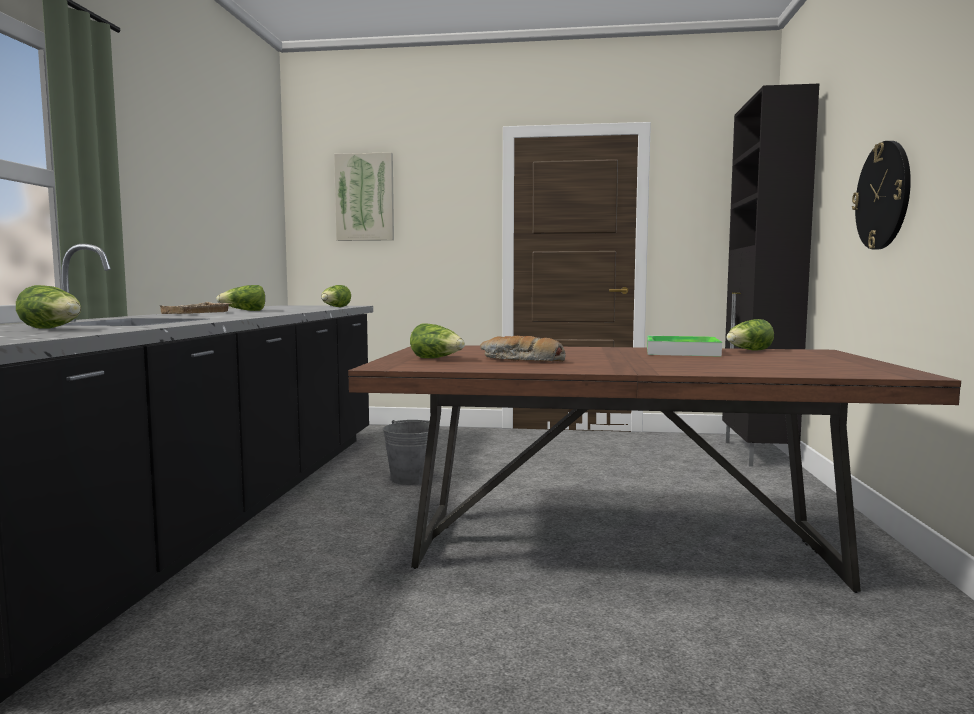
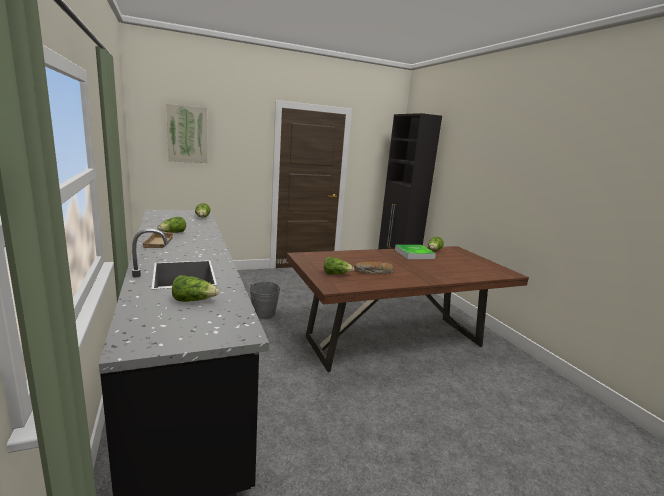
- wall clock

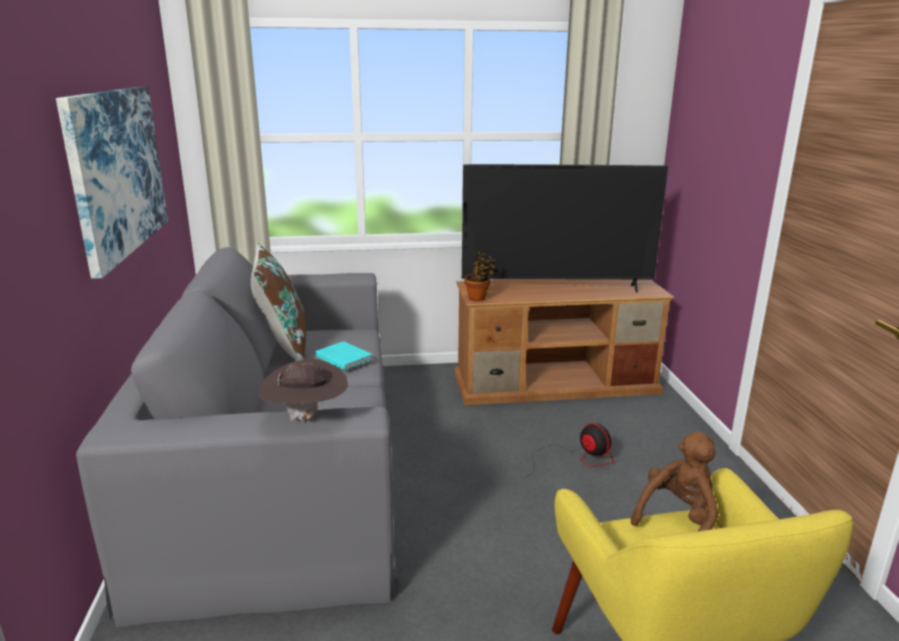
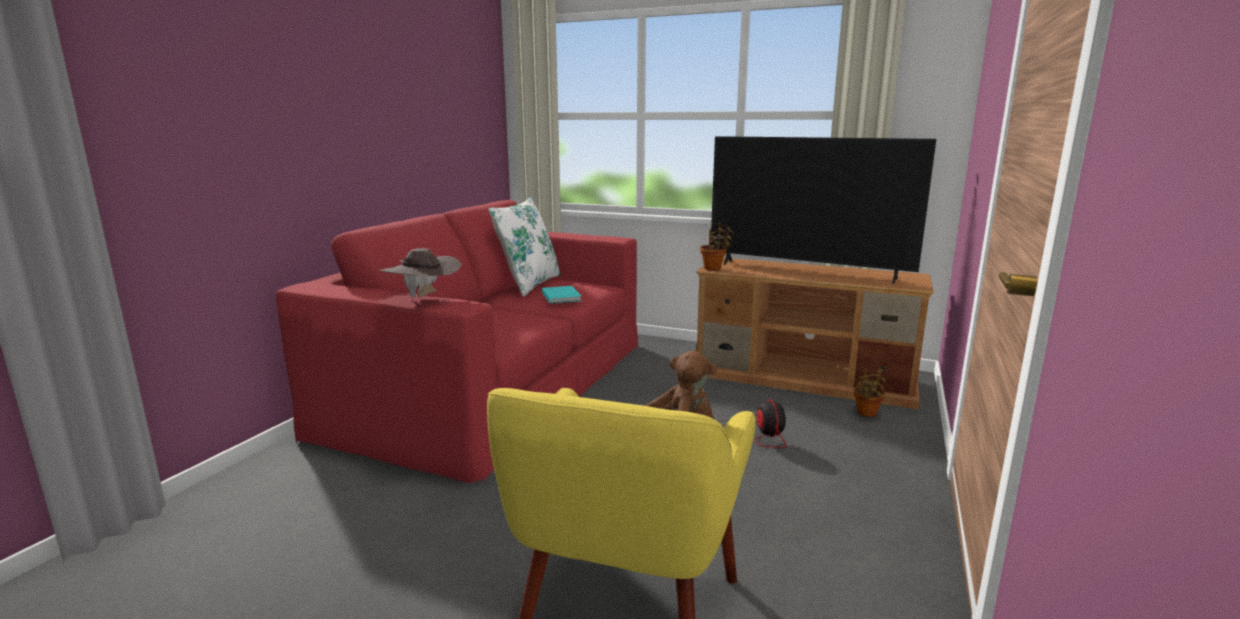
~ greyish settee to red settee
~ brown pillow to white-coloured pillow
+ houseplant (no. 2 from left)
- picture

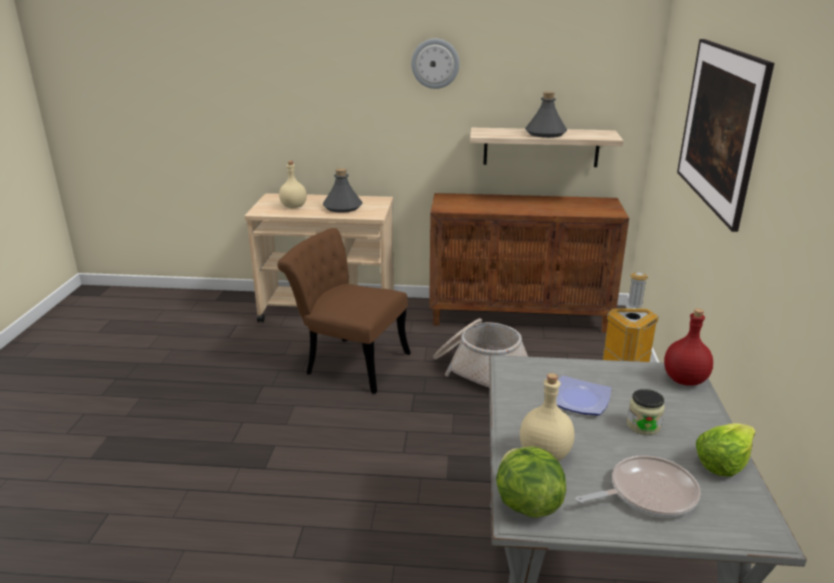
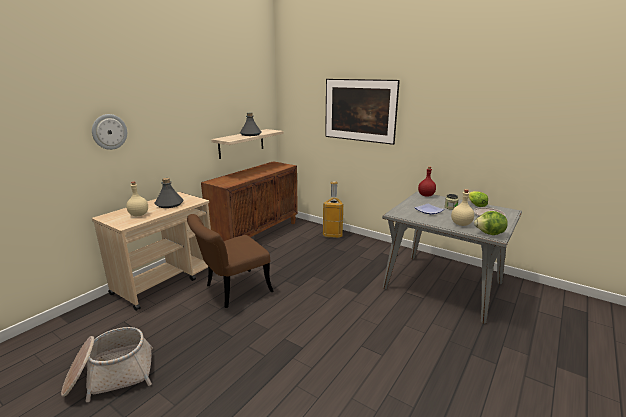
~ basket
~ wall clock

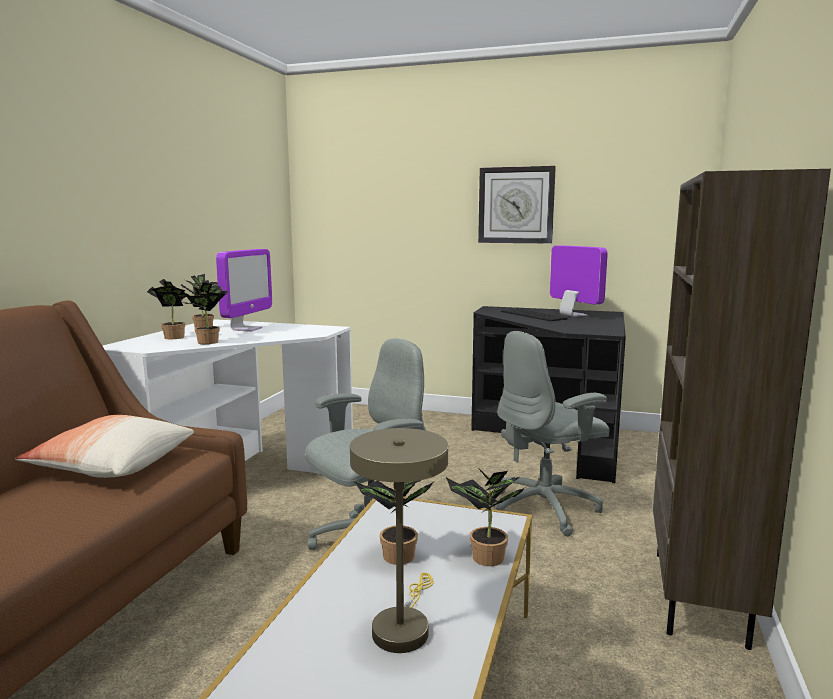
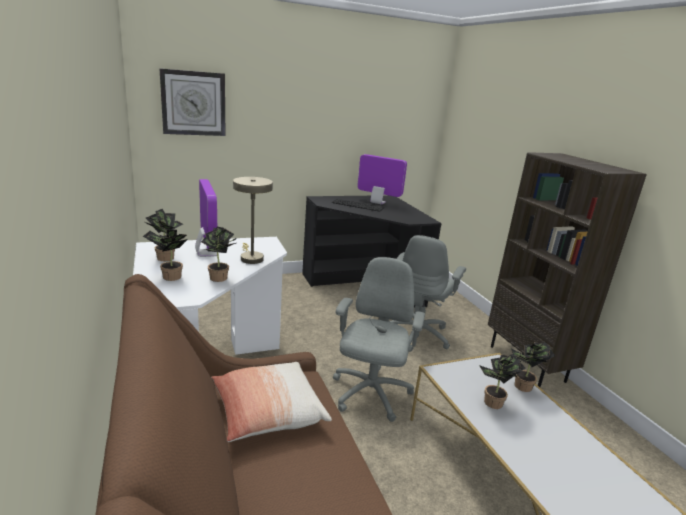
~ wall clock
~ sand-coloured lamp for a table

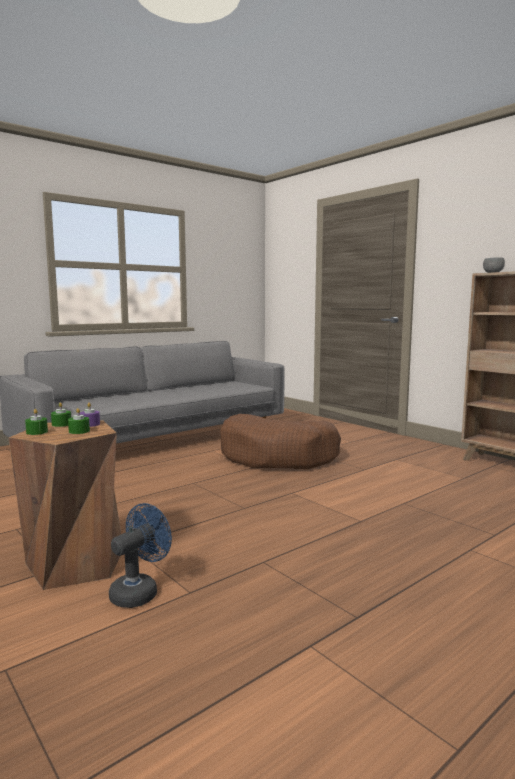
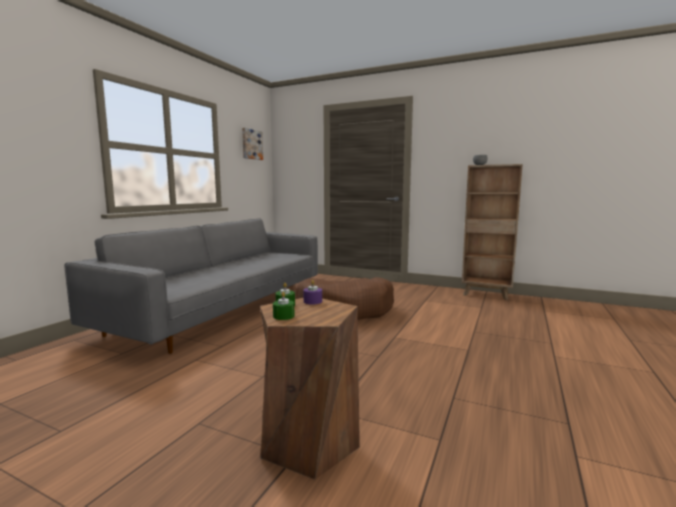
+ picture
- green candle (no. 3 from left)
- blue fan

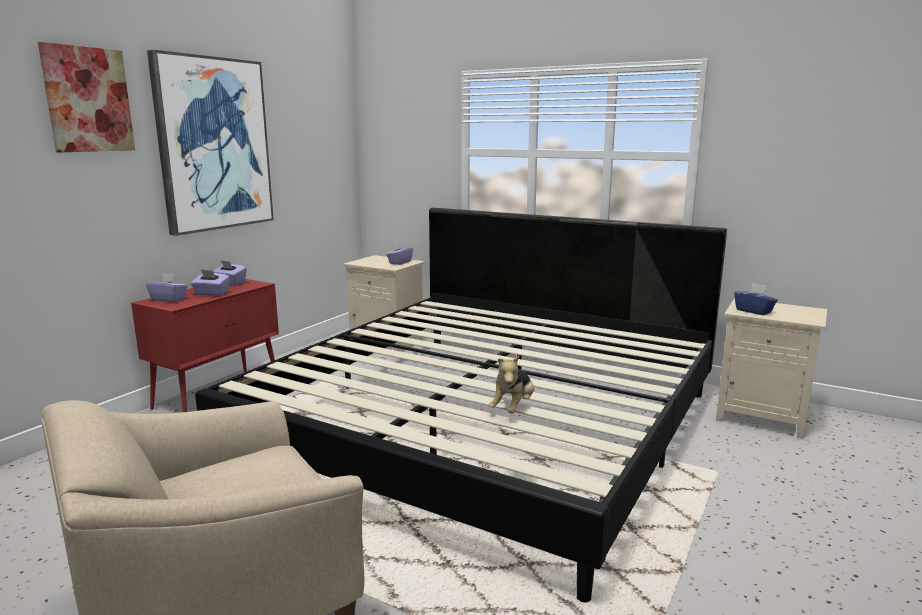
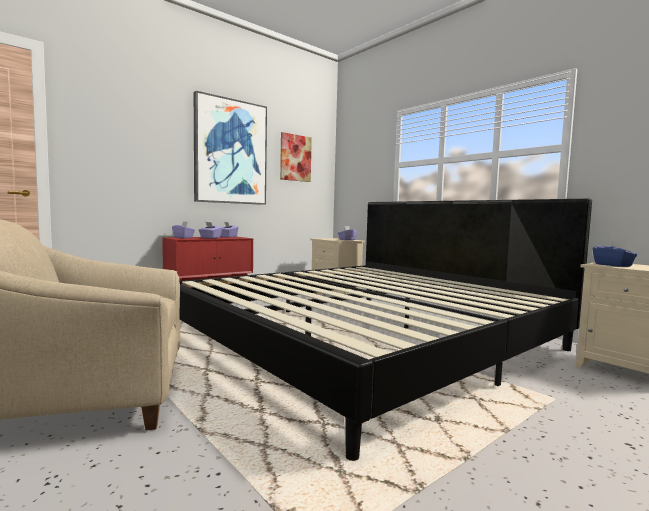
~ picture (no. 1 from left in the first image) to picture (no. 2 from left)
- plush toy

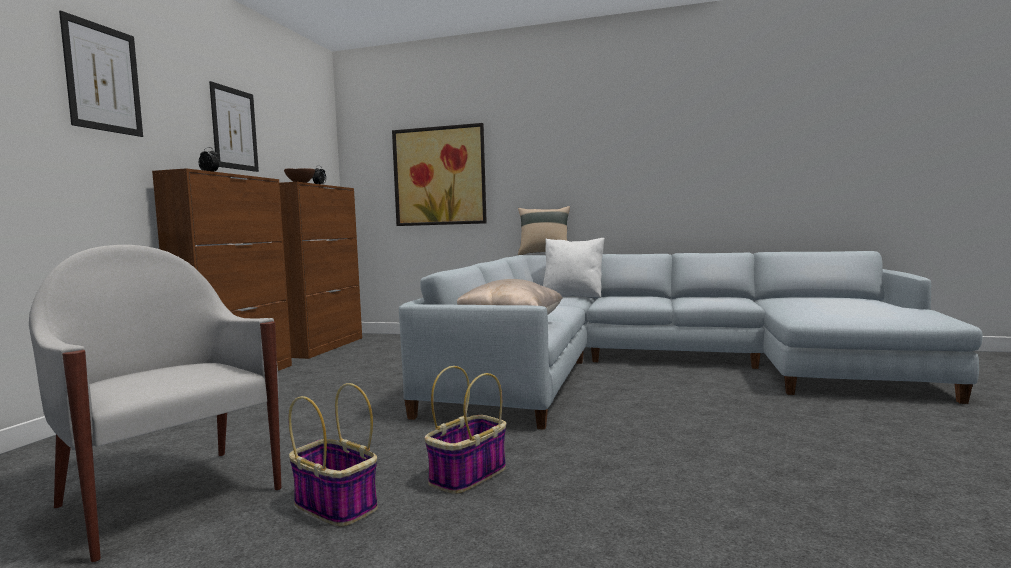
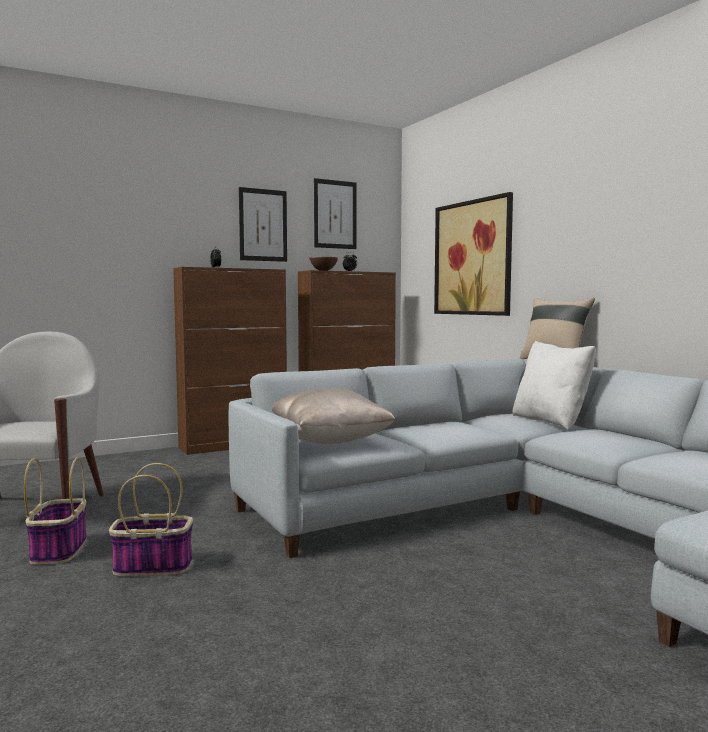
~ picture (no. 1 from left in the first image) to picture (no. 2 from left)

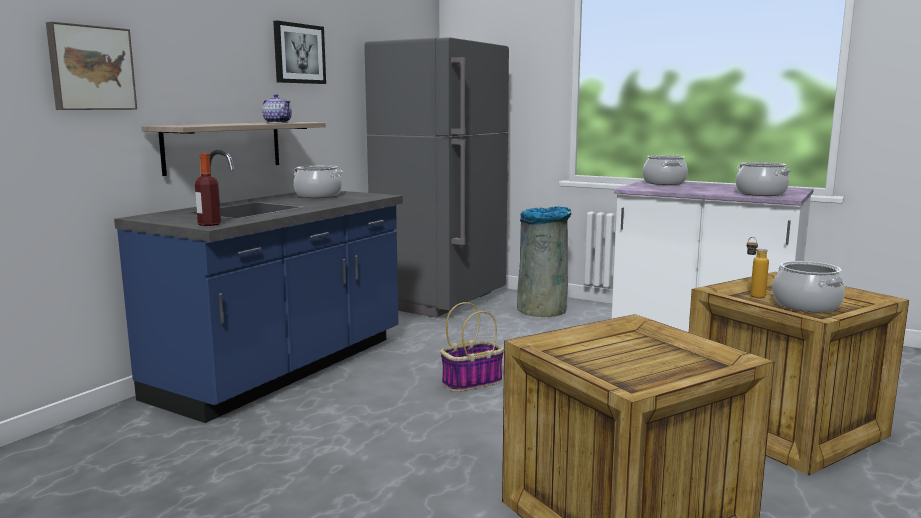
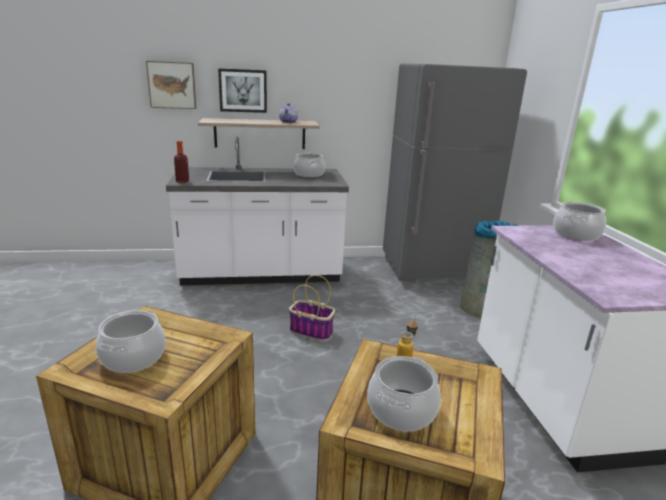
~ stockpot (no. 3 from left in the first image) to stockpot (no. 1 from left)
~ blue kitchen base unit to white-coloured kitchen base unit (no. 1 from left)
~ picture (no. 2 from left)

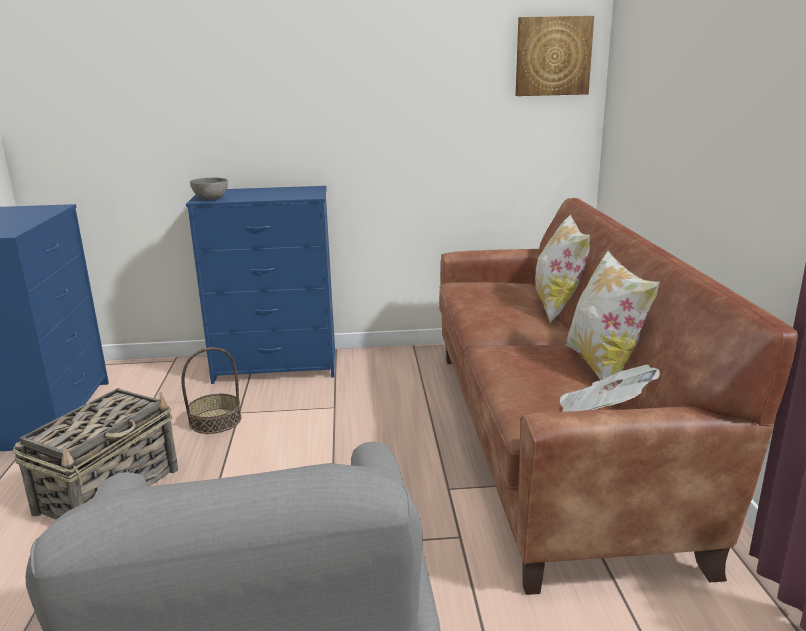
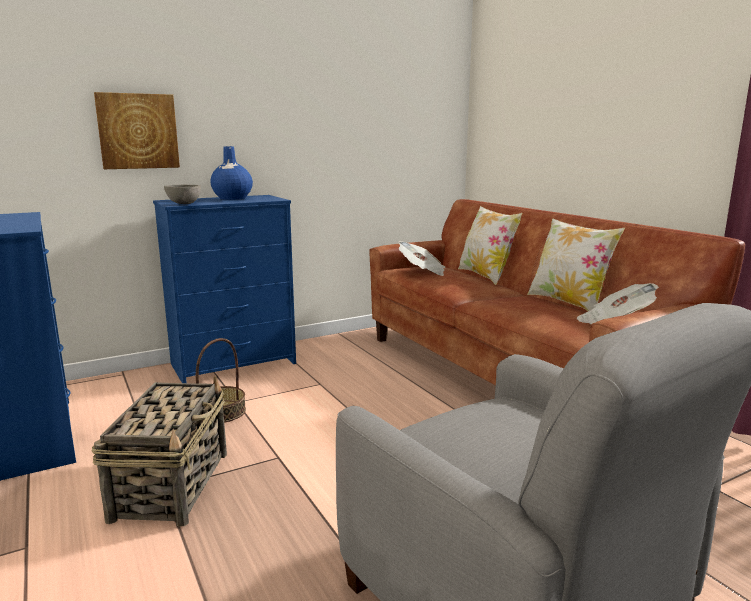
~ picture
+ blue flower vase
+ newspaper (no. 1 from left)

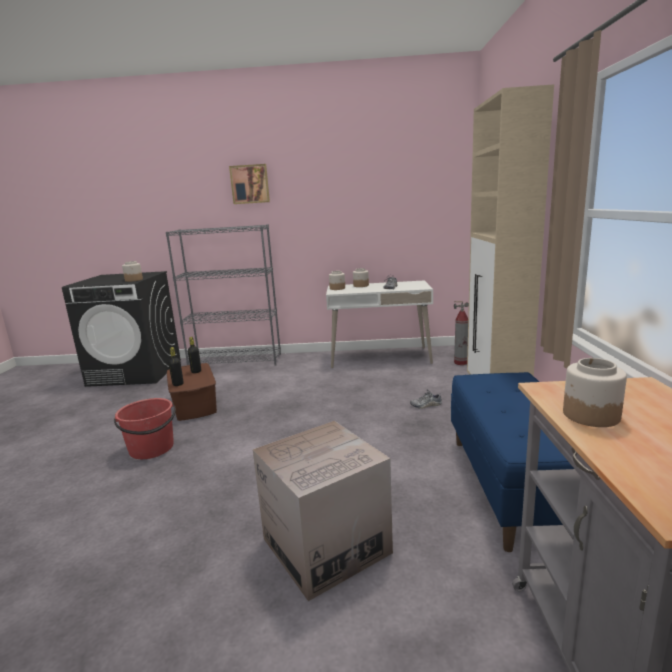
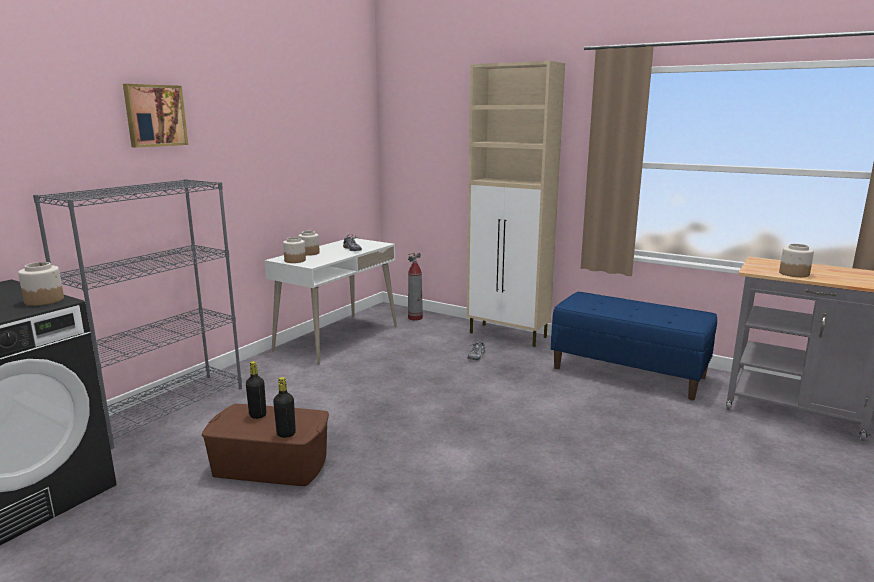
- red pail
- packing box

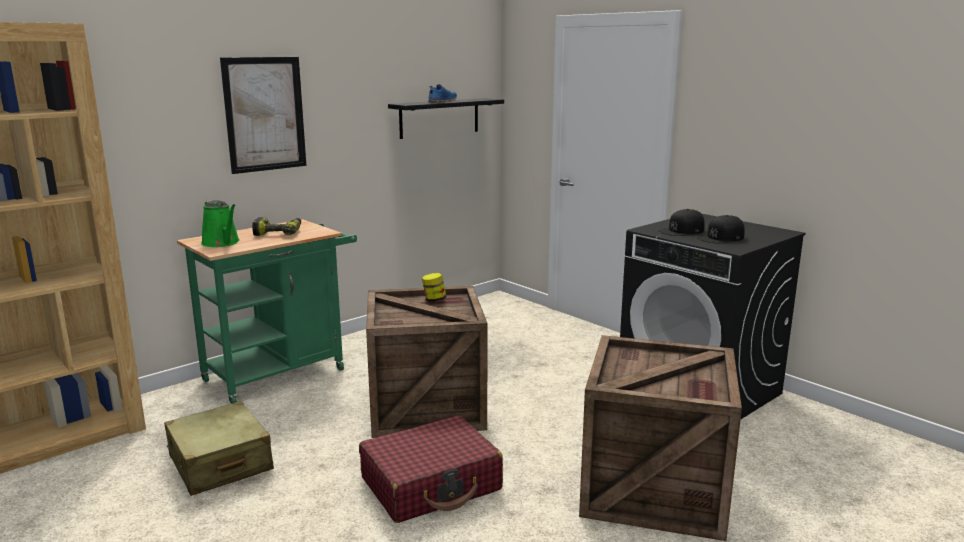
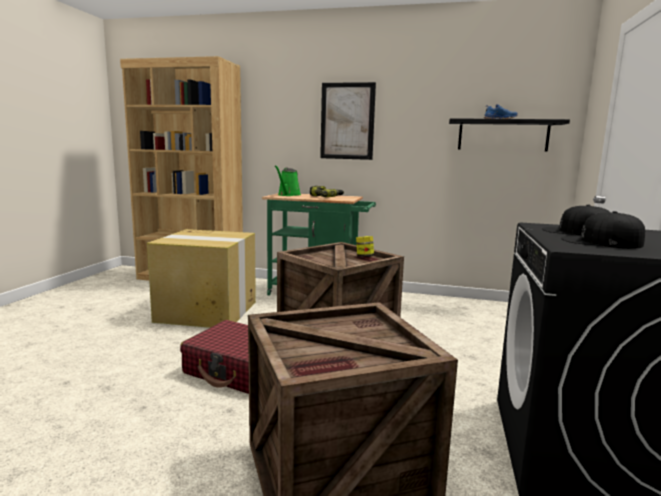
~ sand-coloured travel case to packing box

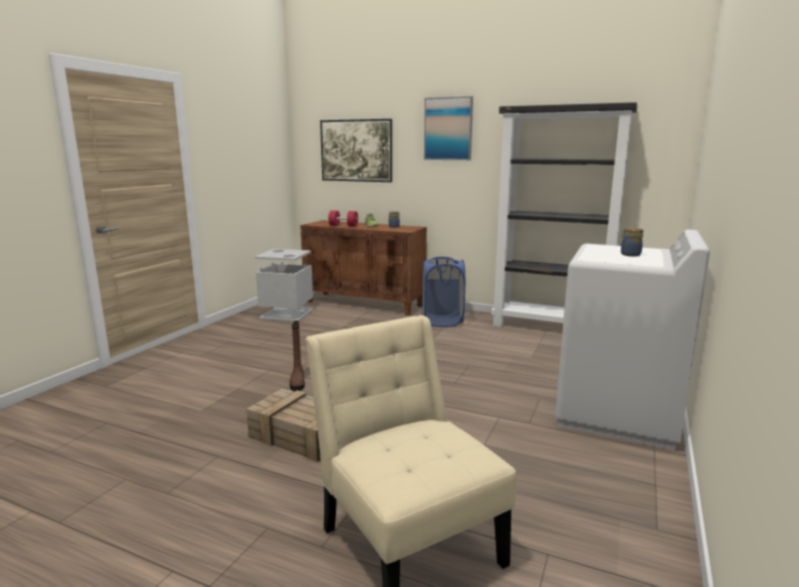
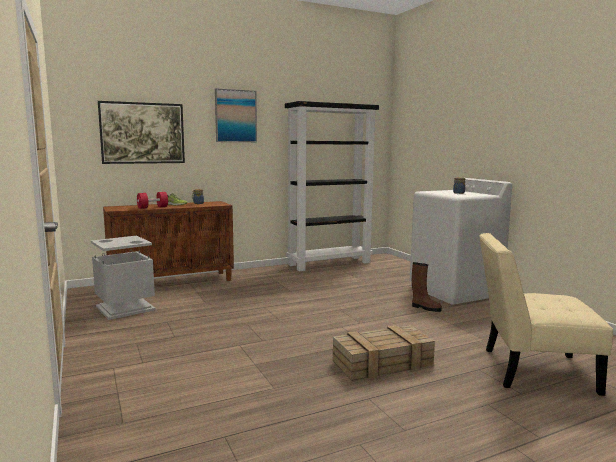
~ brown high-top boot
- blue washing basket

